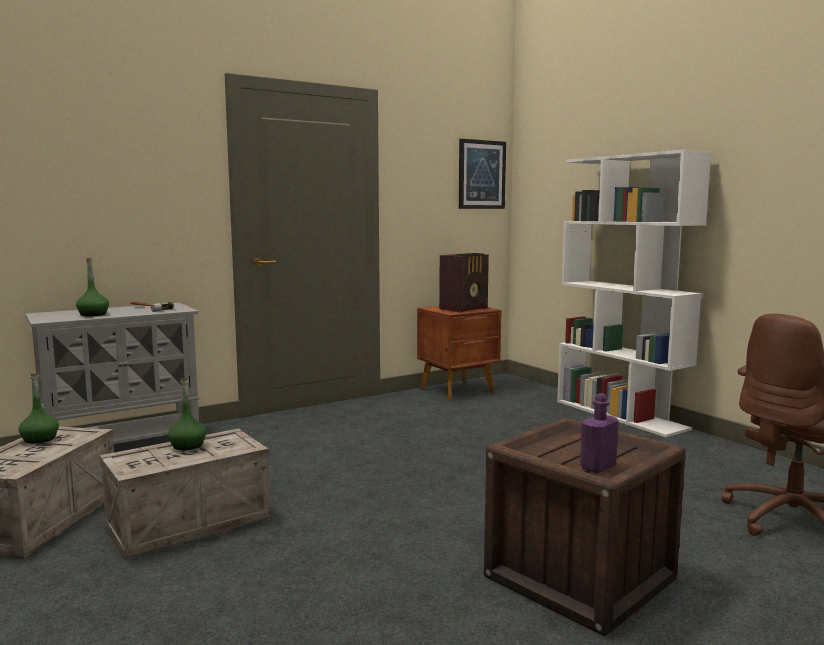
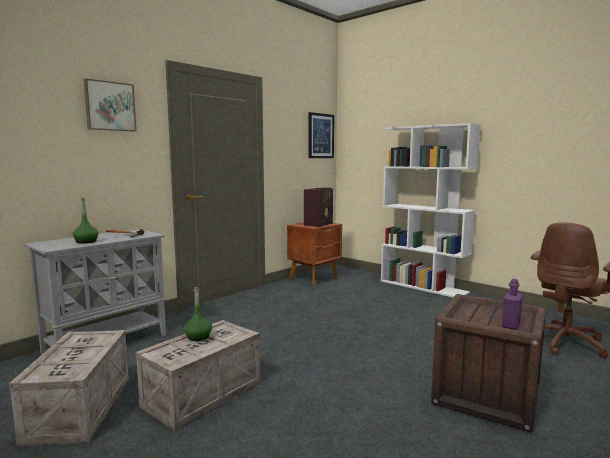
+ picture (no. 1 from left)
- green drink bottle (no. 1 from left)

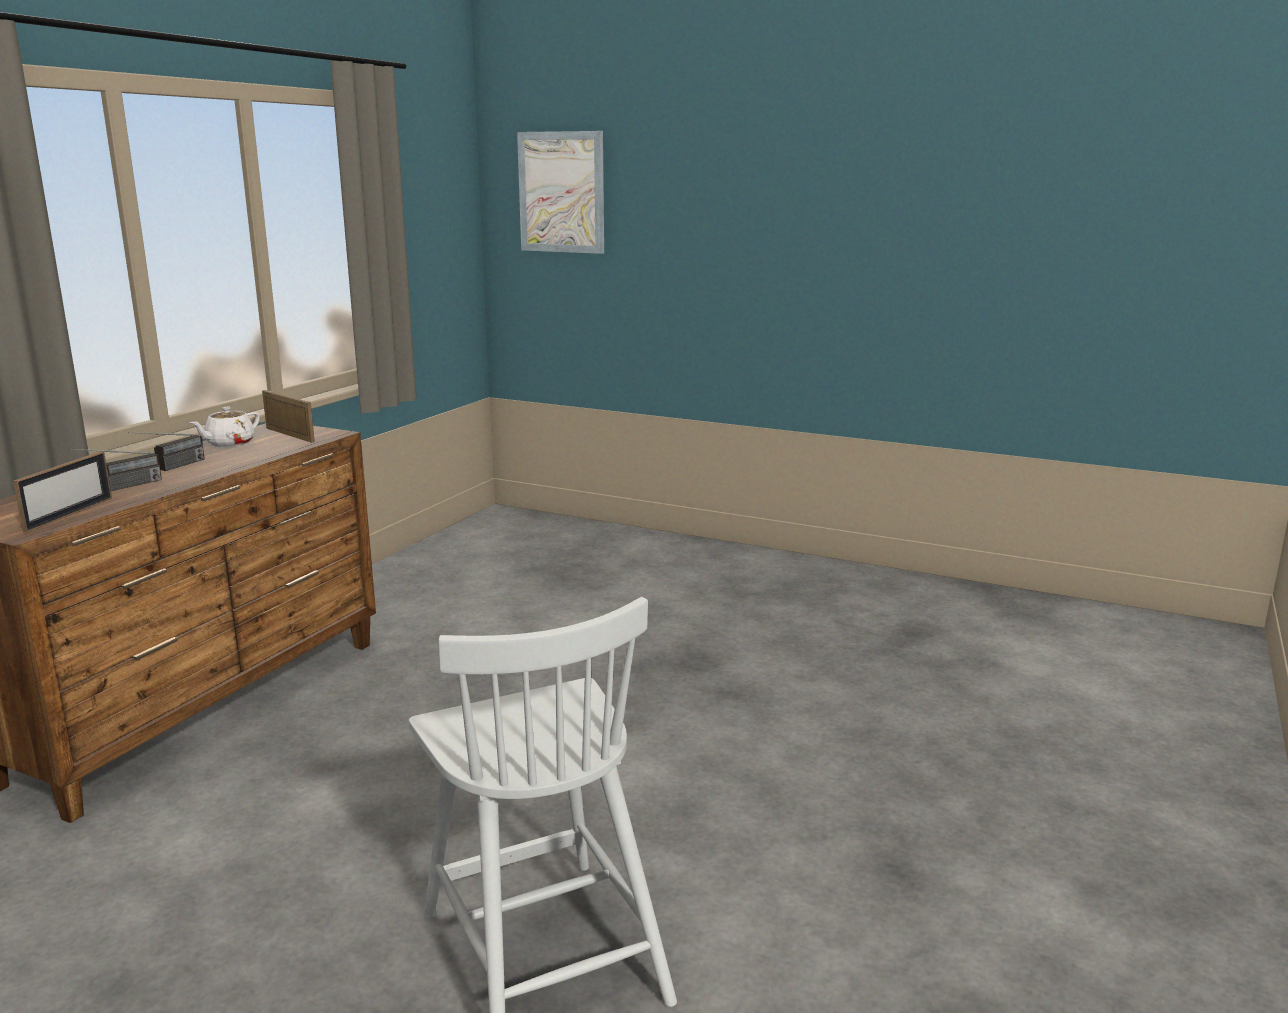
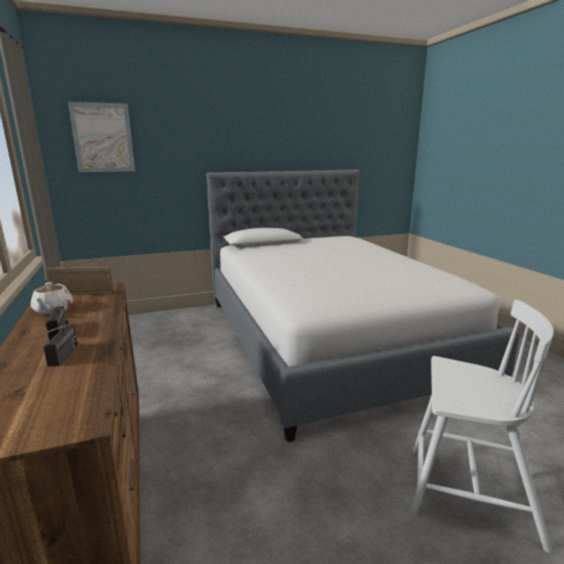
+ bedroom bed
- picture frame (no. 1 from left)

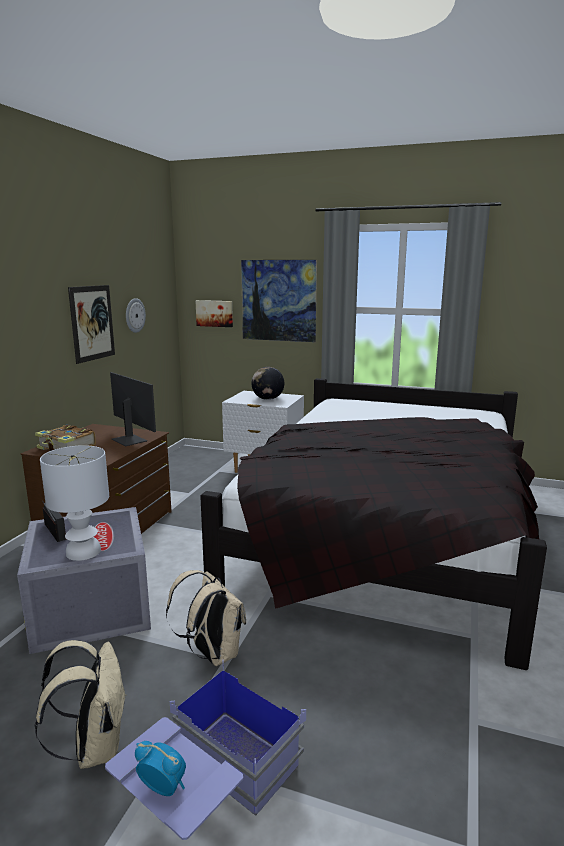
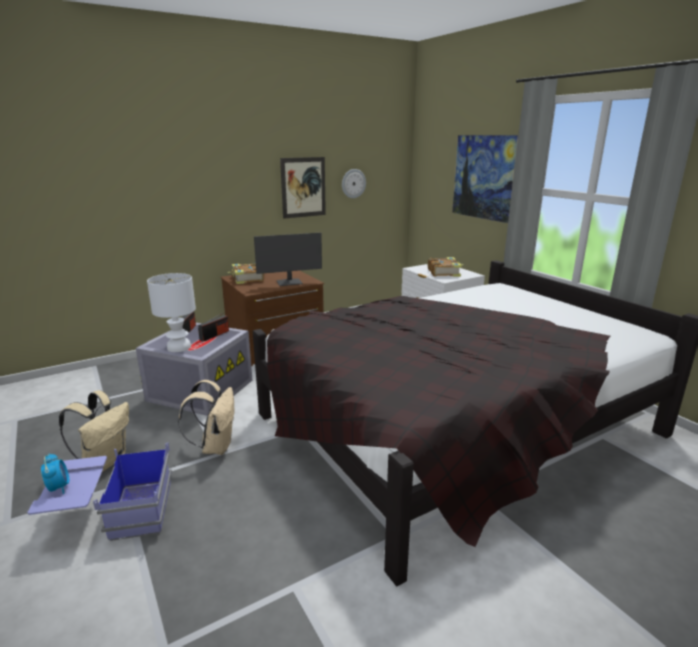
+ radio set (no. 2 from left)
~ computer screen 75 degrees clockwise
~ globe to book (no. 2 from left)
- picture (no. 2 from left)

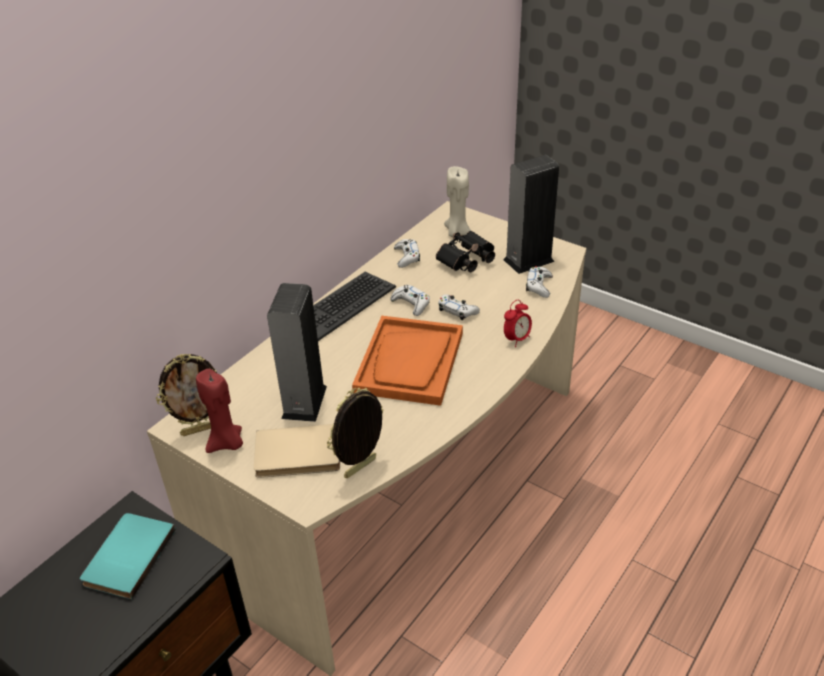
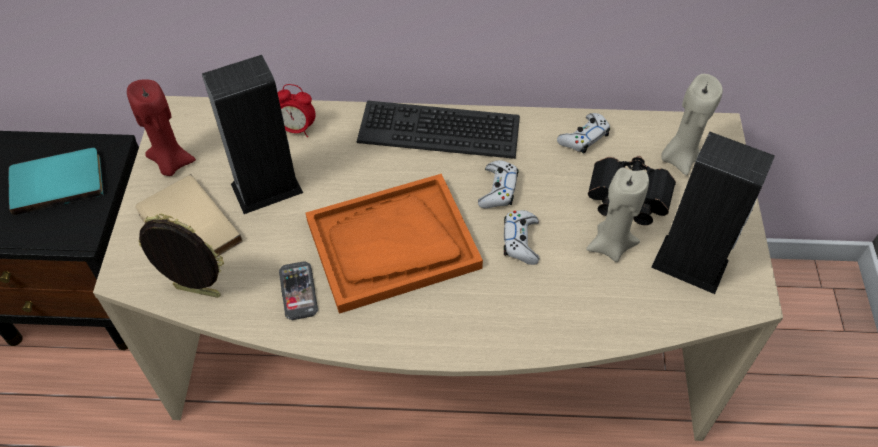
~ table clock
+ handset
+ sand-coloured candle (no. 1 from left)
- picture frame (no. 1 from left)
- white-coloured gamepad (no. 4 from left)

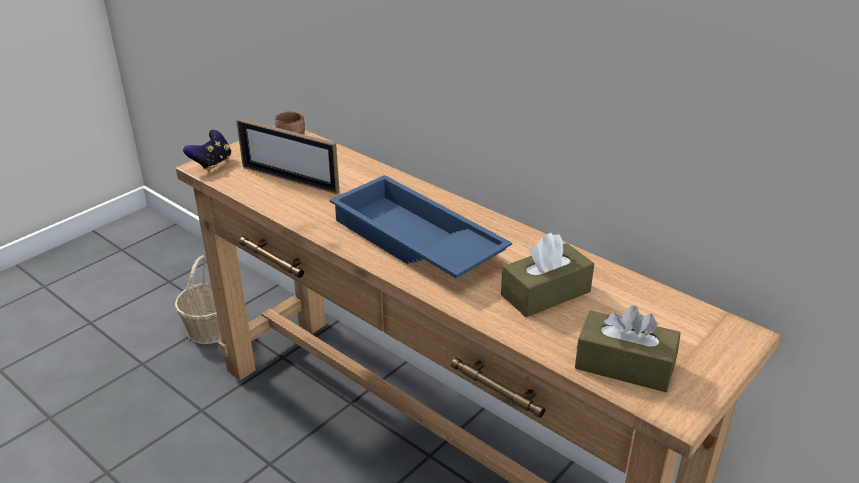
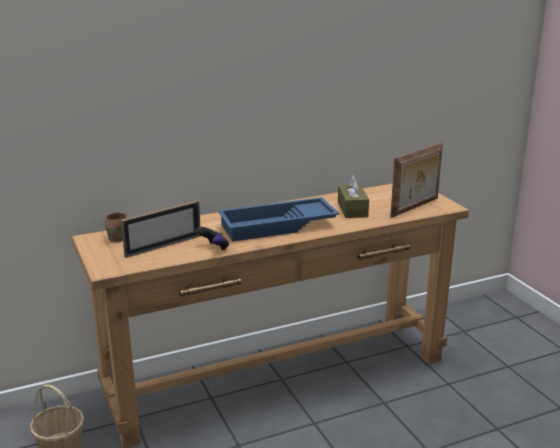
~ gamepad
~ brown tissue holder (no. 2 from left) to picture frame (no. 2 from left)

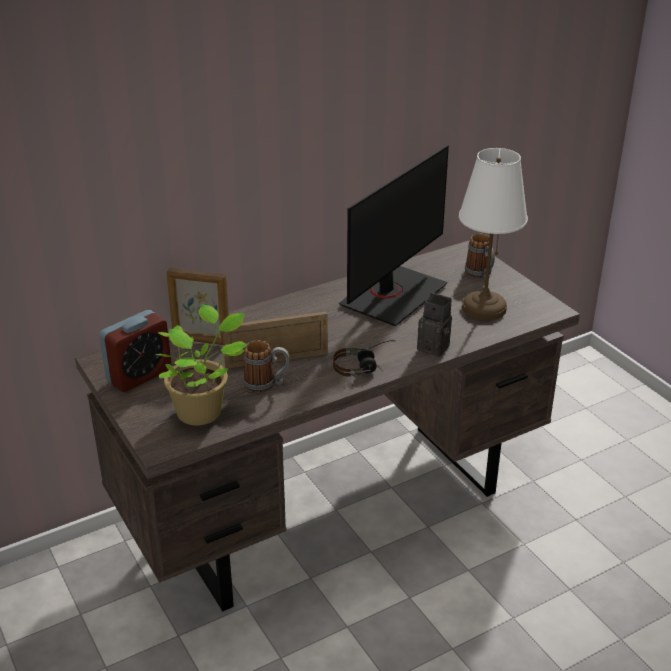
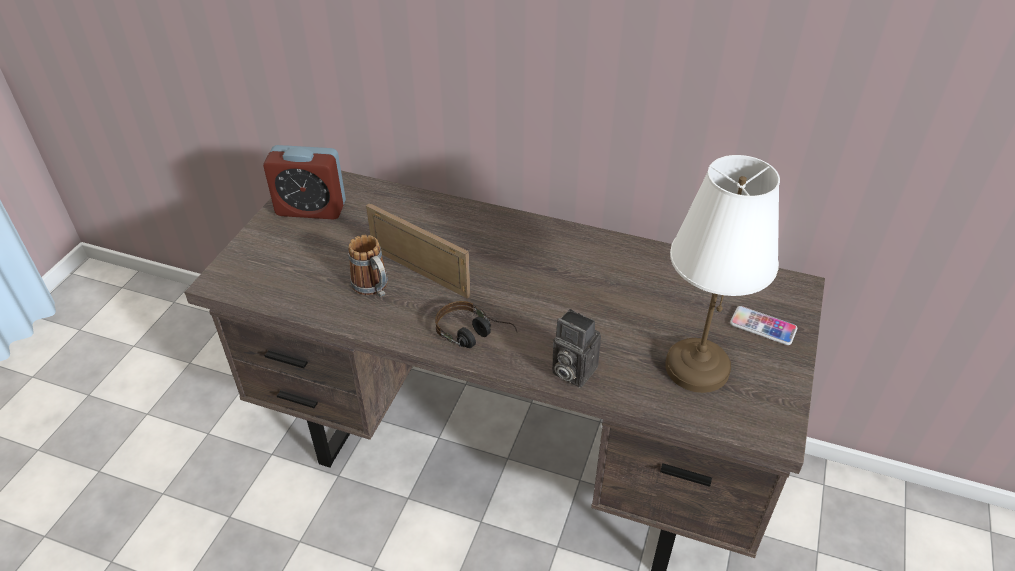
~ still camera 135 degrees clockwise
~ mug (no. 2 from left) to handset
- houseplant
- picture frame (no. 1 from left)
- computer screen

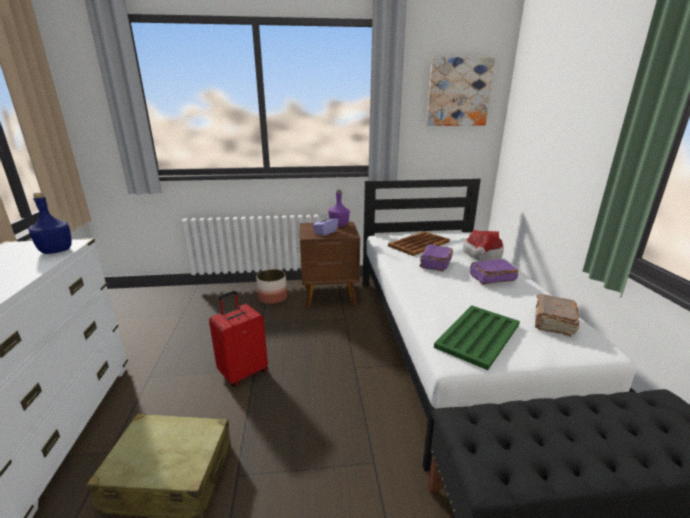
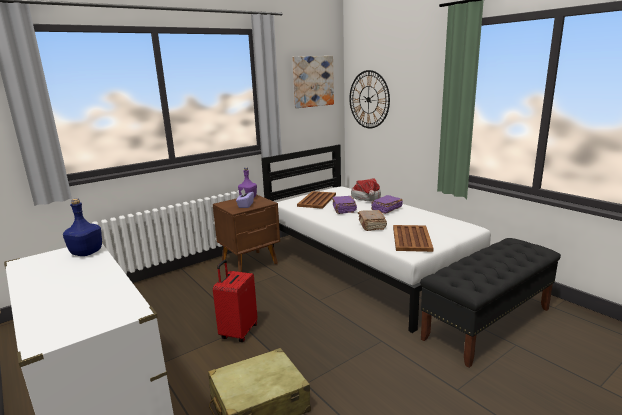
+ wall clock
~ brown book
~ green tray to brown tray (no. 2 from left)
- plant pot

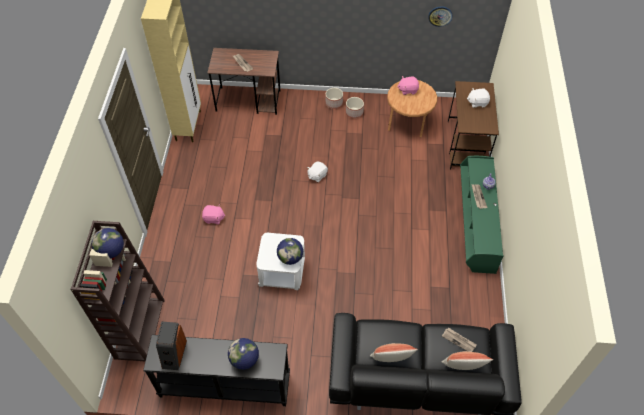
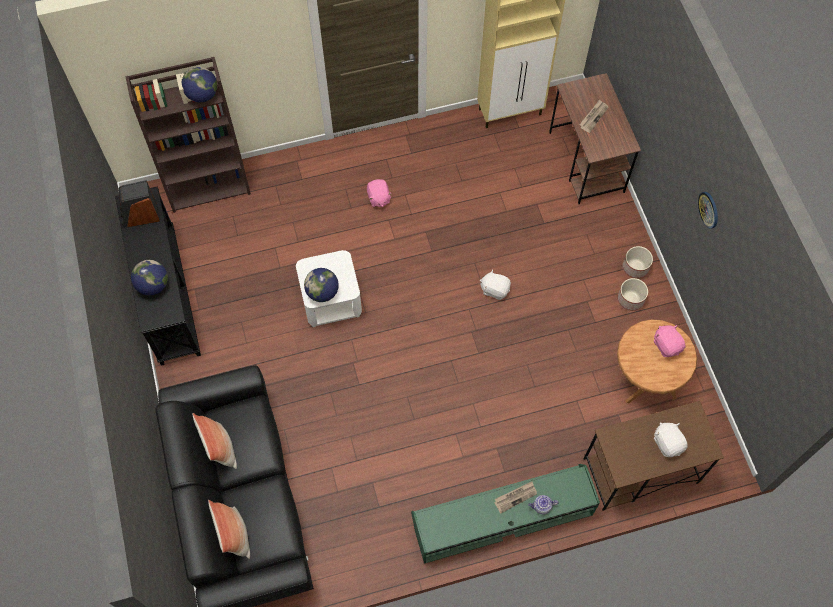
~ wall clock
- newspaper (no. 2 from left)

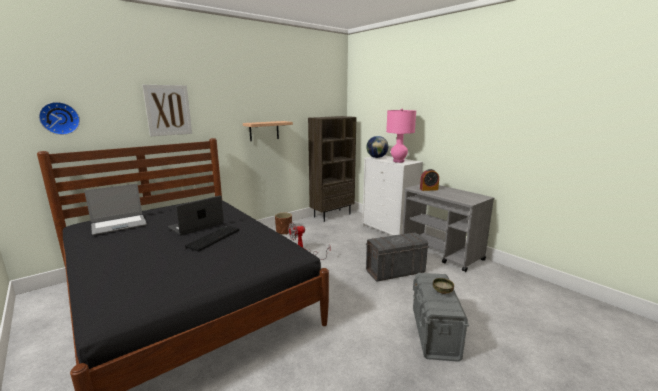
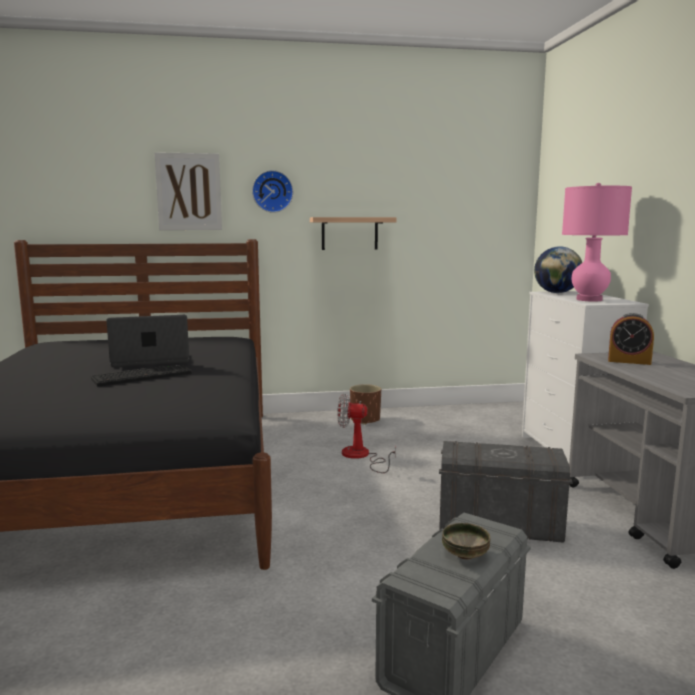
~ wall clock
- laptop (no. 1 from left)
- brown shelving unit

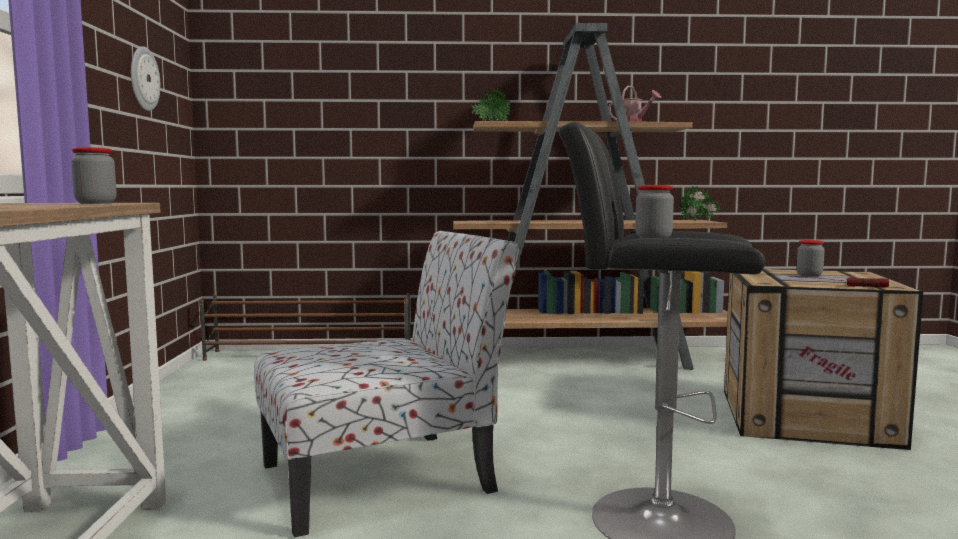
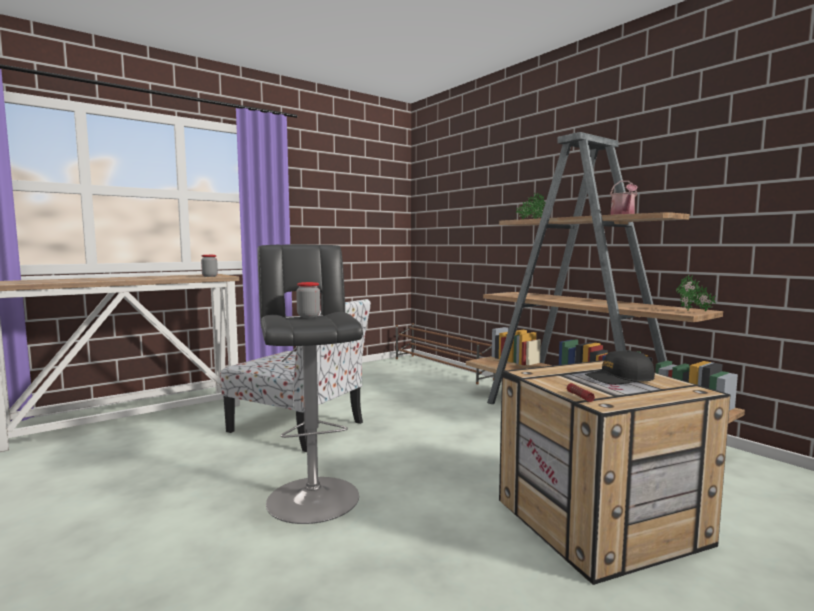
~ jar (no. 3 from left) to black-coloured baseball cap
- wall clock

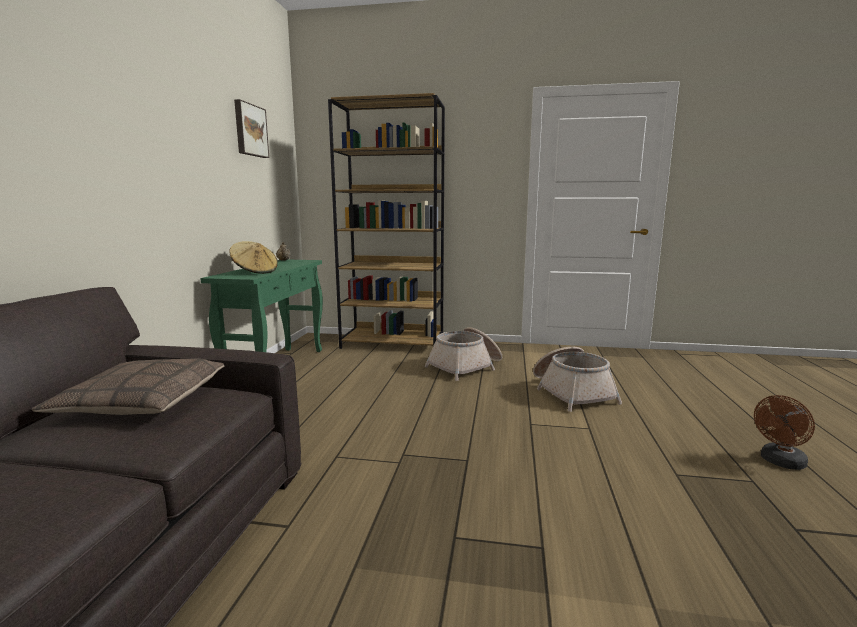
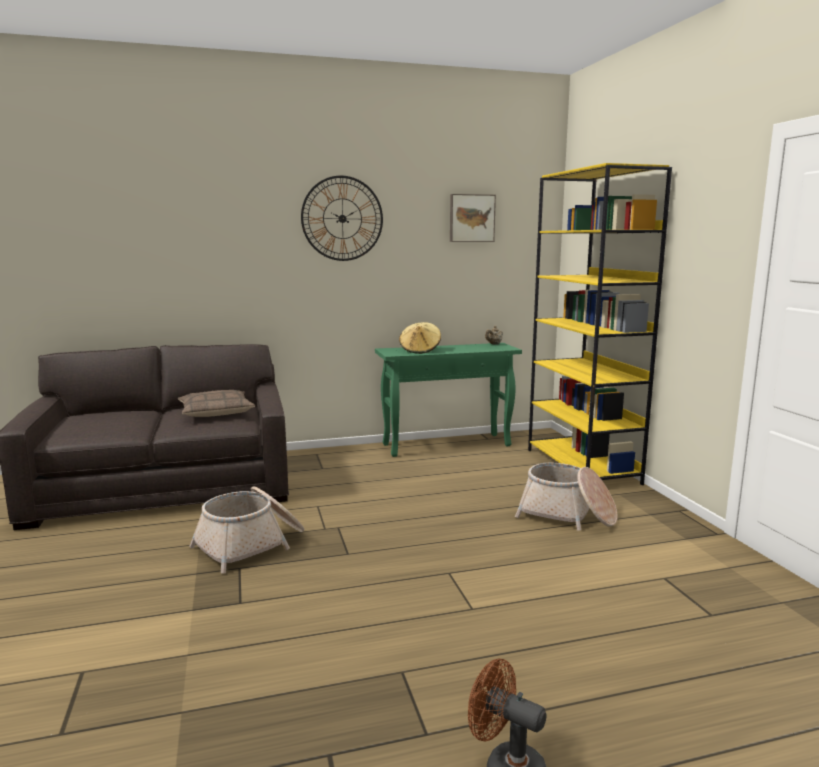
~ basket (no. 2 from left in the first image) to basket (no. 1 from left)
+ wall clock
~ brown shelving unit to yellow shelving unit

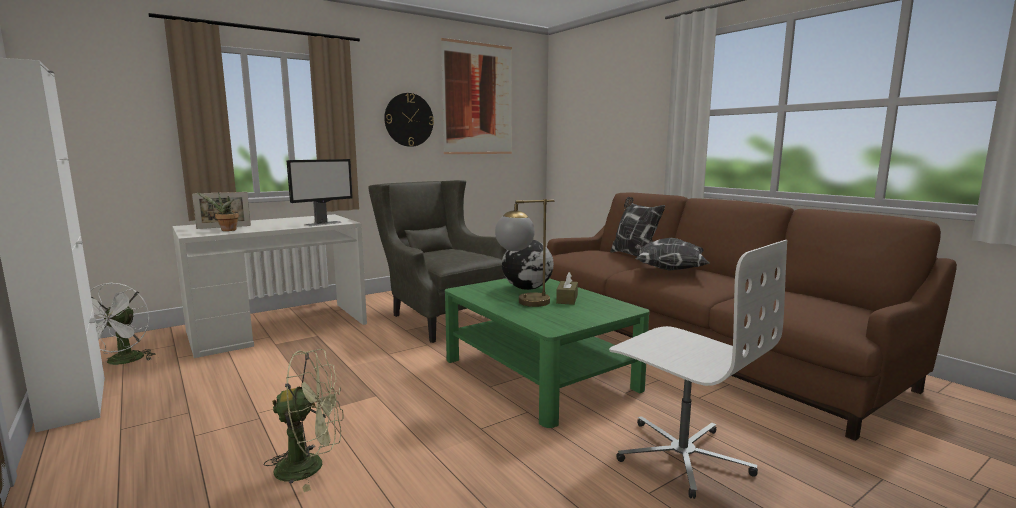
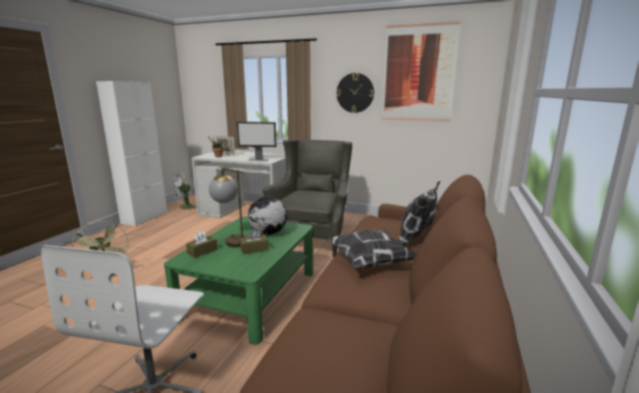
+ brown tissue holder (no. 1 from left)

